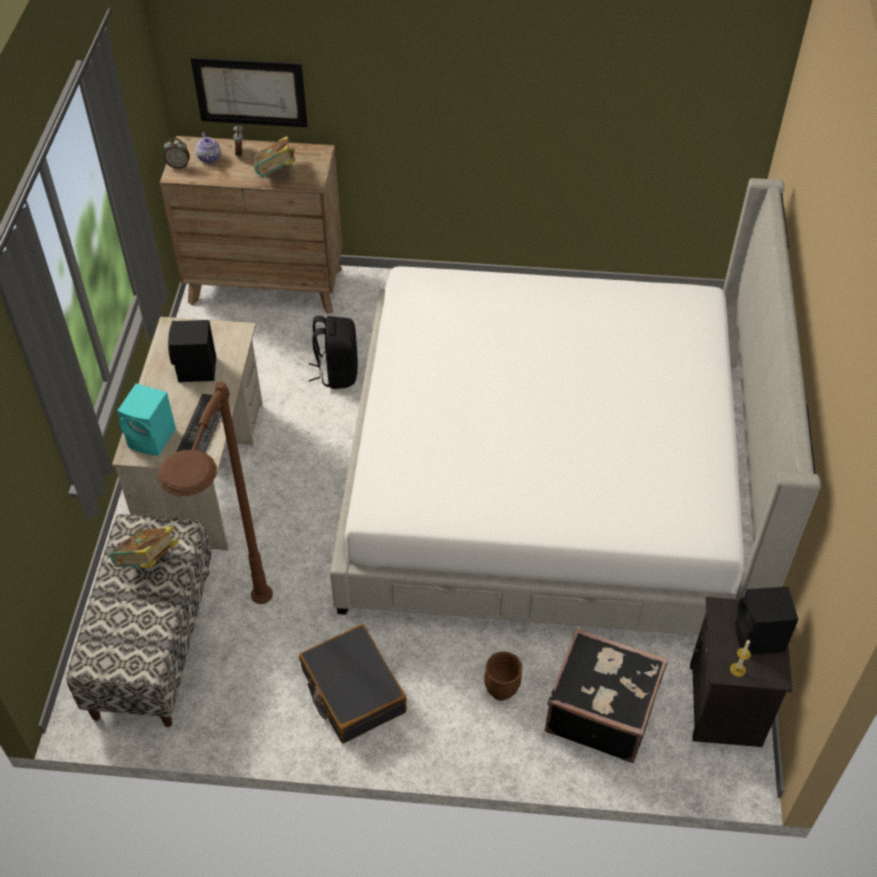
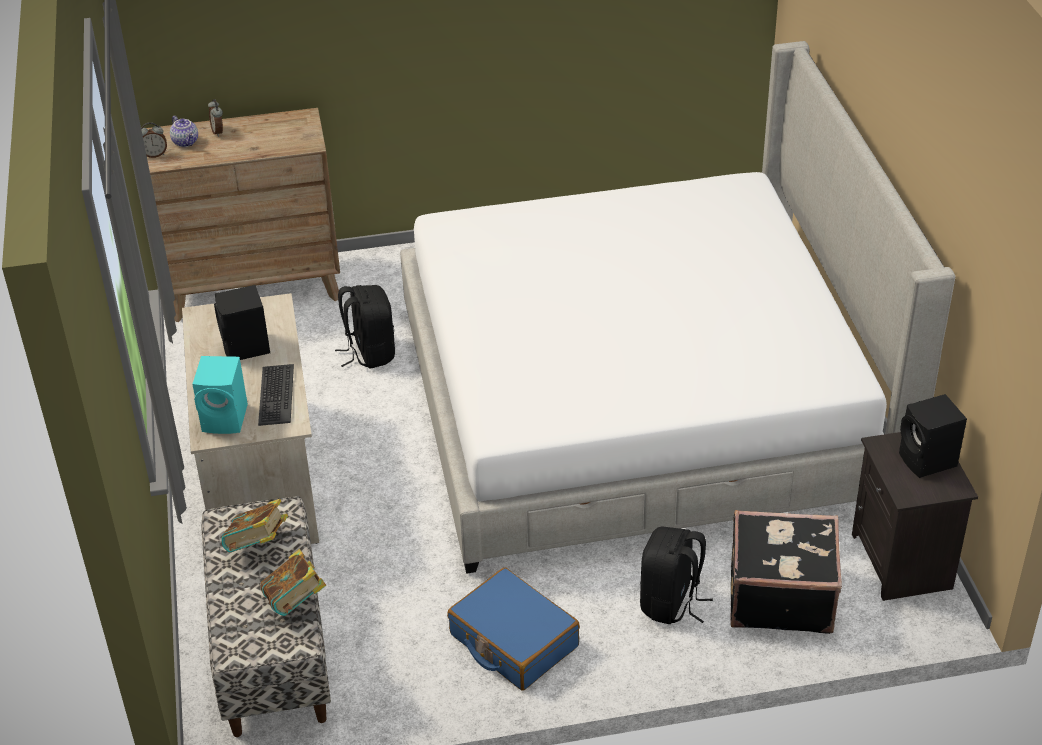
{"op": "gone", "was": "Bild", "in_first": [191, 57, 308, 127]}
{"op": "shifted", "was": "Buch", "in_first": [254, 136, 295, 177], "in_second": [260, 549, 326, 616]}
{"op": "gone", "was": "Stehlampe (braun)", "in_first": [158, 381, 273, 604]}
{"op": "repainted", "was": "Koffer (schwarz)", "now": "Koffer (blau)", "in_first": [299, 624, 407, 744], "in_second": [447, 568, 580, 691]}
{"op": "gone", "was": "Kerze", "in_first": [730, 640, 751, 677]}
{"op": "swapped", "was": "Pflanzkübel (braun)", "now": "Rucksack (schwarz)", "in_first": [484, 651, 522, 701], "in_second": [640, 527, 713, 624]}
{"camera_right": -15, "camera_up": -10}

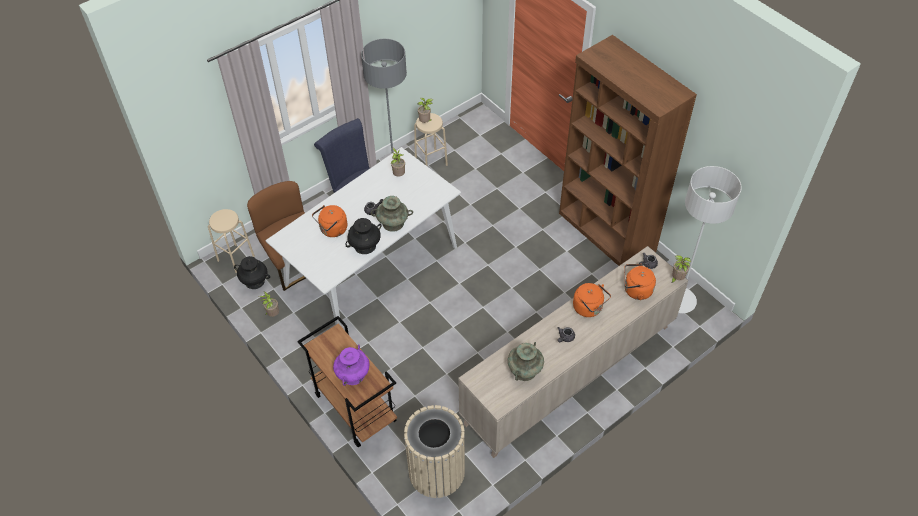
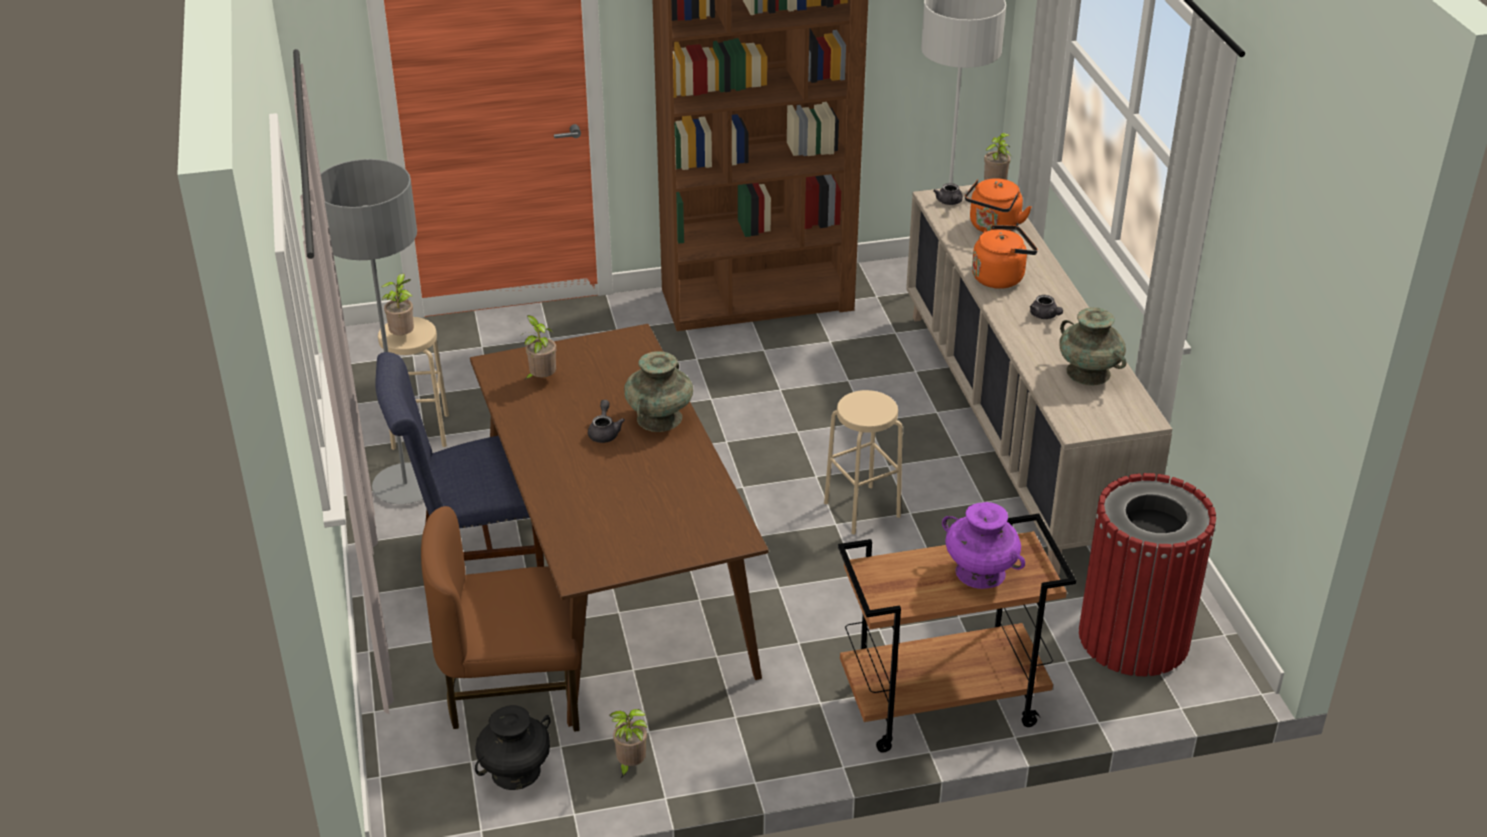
{"op": "repainted", "was": "Esstisch (weiß)", "now": "Esstisch (braun)", "in_first": [266, 147, 461, 326], "in_second": [470, 324, 769, 727]}
{"op": "gone", "was": "Wasserkessel (orange)", "in_first": [312, 205, 348, 237]}
{"op": "shifted", "was": "Hocker (beige)", "in_first": [208, 209, 255, 273], "in_second": [824, 390, 903, 535]}
{"op": "gone", "was": "Vase (schwarz)", "in_first": [345, 218, 382, 254]}
{"op": "repainted", "was": "Mülleimer (beige)", "now": "Mülleimer (rot)", "in_first": [404, 405, 465, 498], "in_second": [1079, 473, 1216, 676]}
{"camera_right": -65, "camera_up": -15}

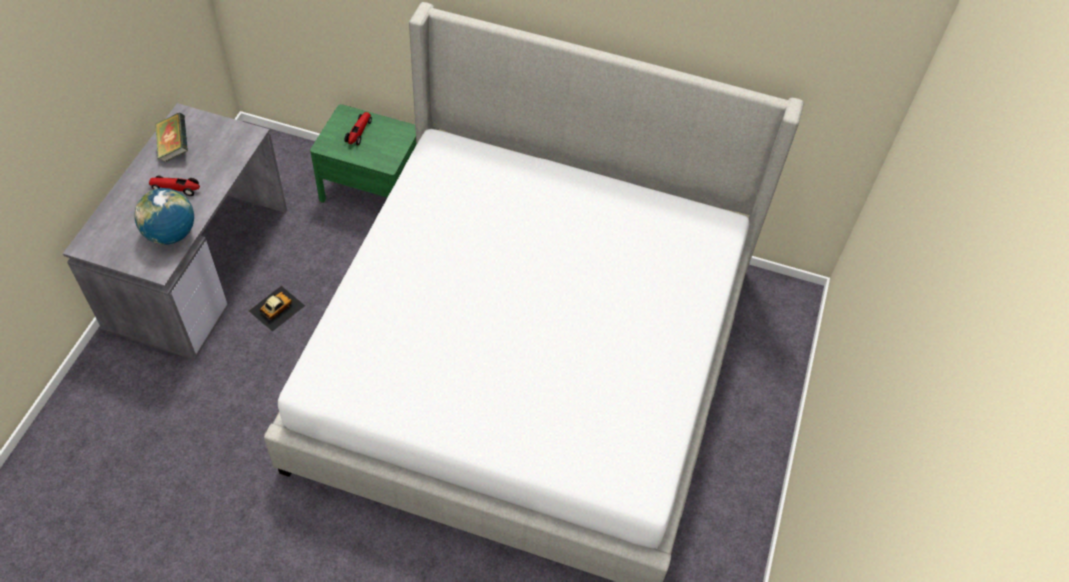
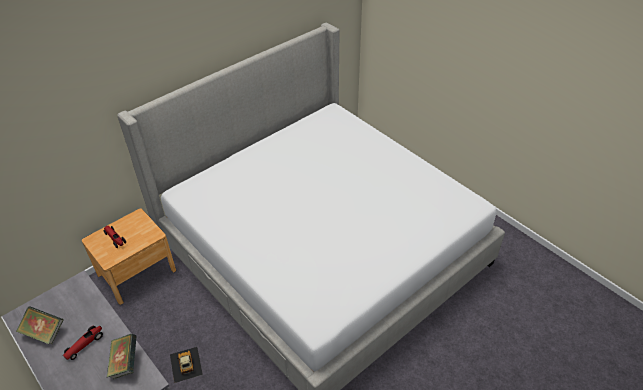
{"op": "repainted", "was": "Nachttisch (grün)", "now": "Nachttisch (braun)", "in_first": [310, 104, 416, 203], "in_second": [82, 208, 176, 305]}
{"op": "swapped", "was": "Globus", "now": "Buch", "in_first": [134, 188, 194, 245], "in_second": [107, 333, 137, 379]}
{"camera_right": -55, "camera_up": -10}

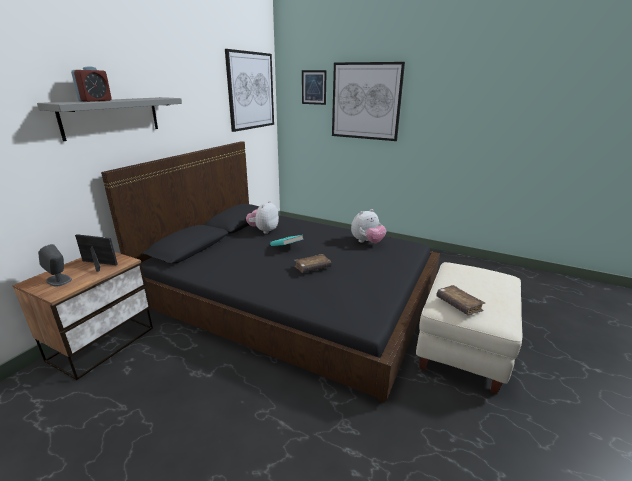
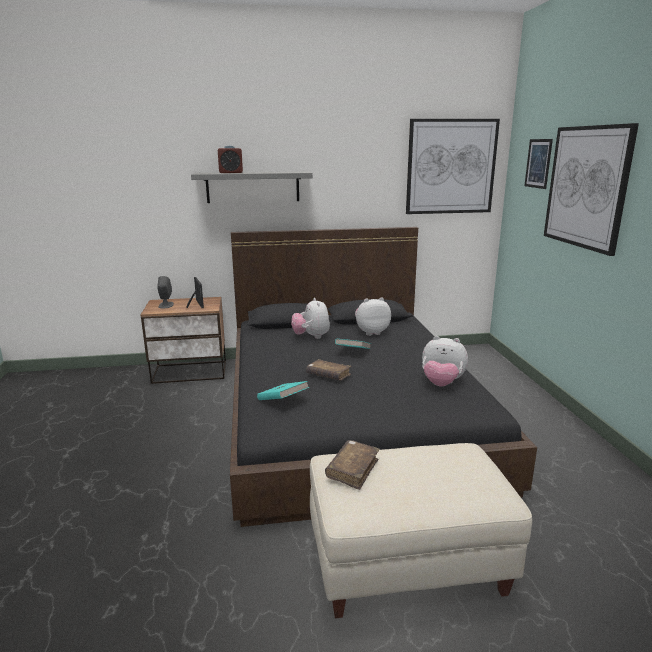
{"op": "new", "now": "Plüschtier", "in_second": [291, 298, 330, 339]}
{"op": "new", "now": "Buch (türkis)", "in_second": [257, 381, 309, 400]}
{"camera_right": 55, "camera_up": -5}

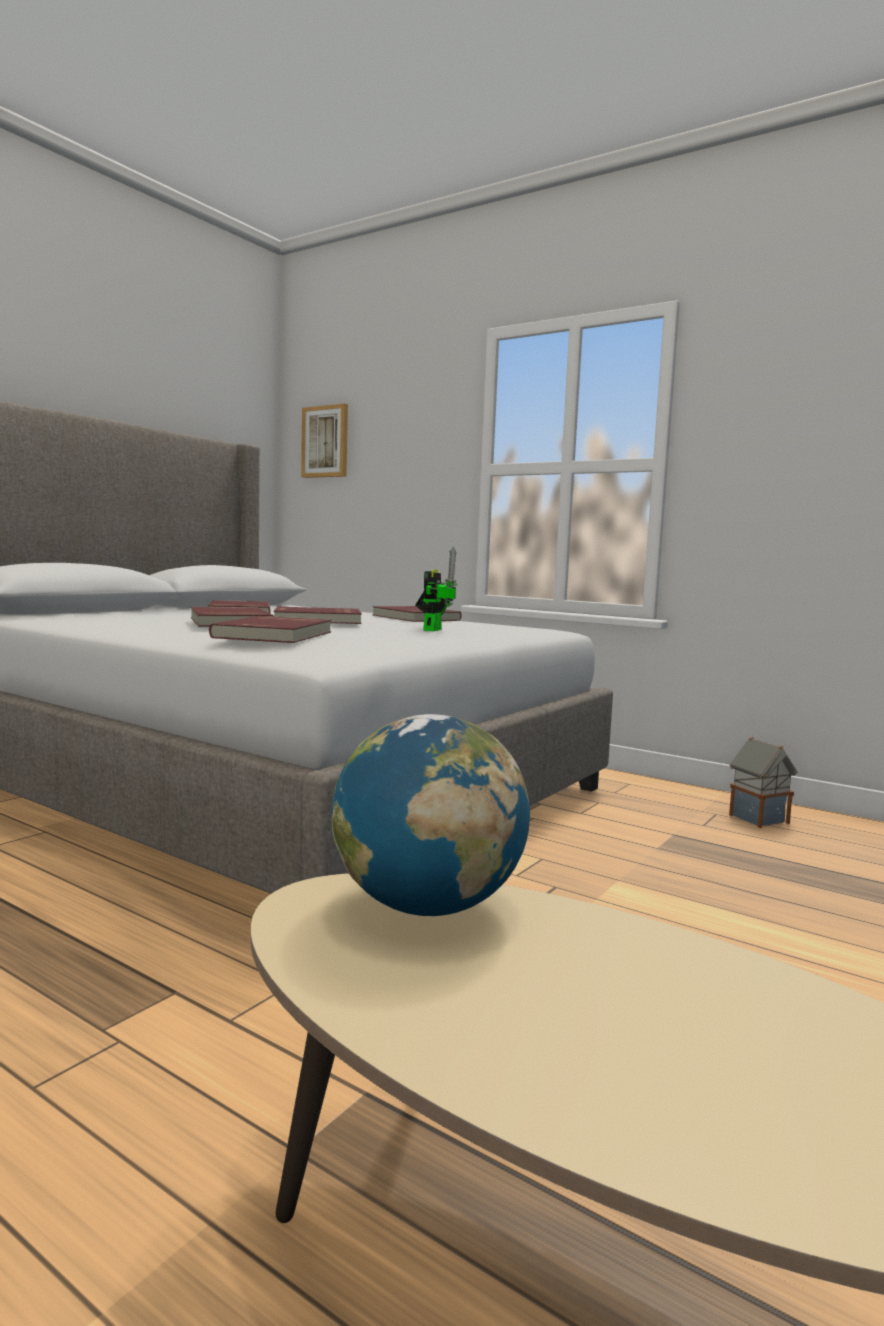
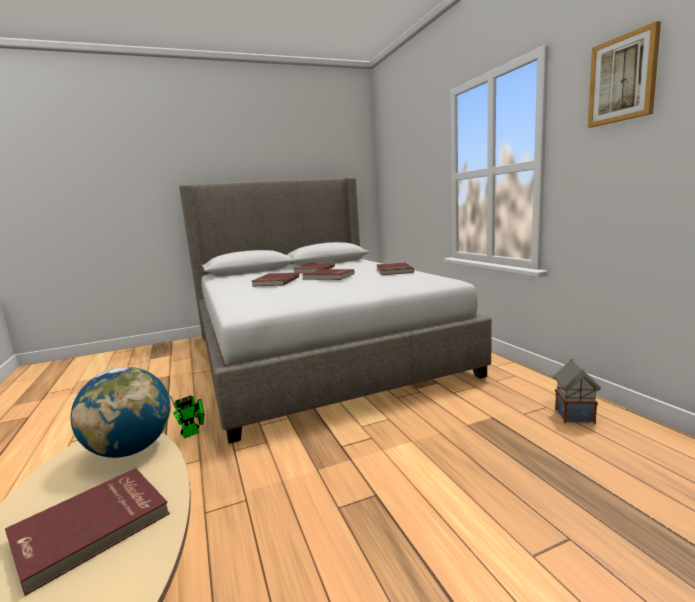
{"op": "shifted", "was": "Bild", "in_first": [301, 404, 348, 478], "in_second": [588, 21, 661, 127]}
{"op": "shifted", "was": "Spielzeugroboter", "in_first": [415, 547, 458, 631], "in_second": [170, 396, 204, 438]}
{"op": "shifted", "was": "Buch (rot)", "in_first": [209, 616, 331, 643], "in_second": [5, 468, 170, 596]}
{"camera_right": 35, "camera_up": 5}

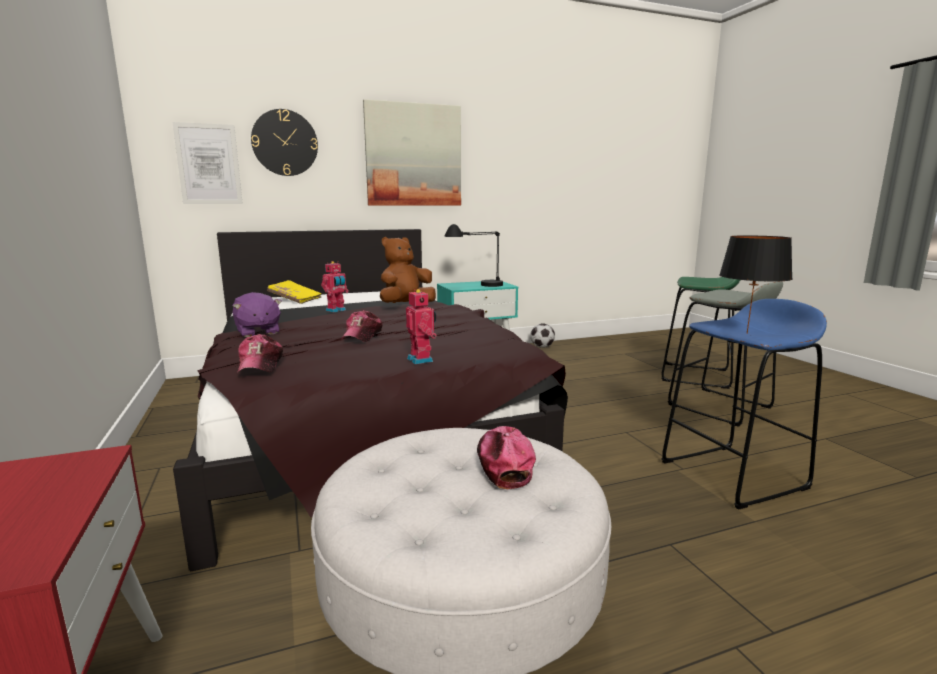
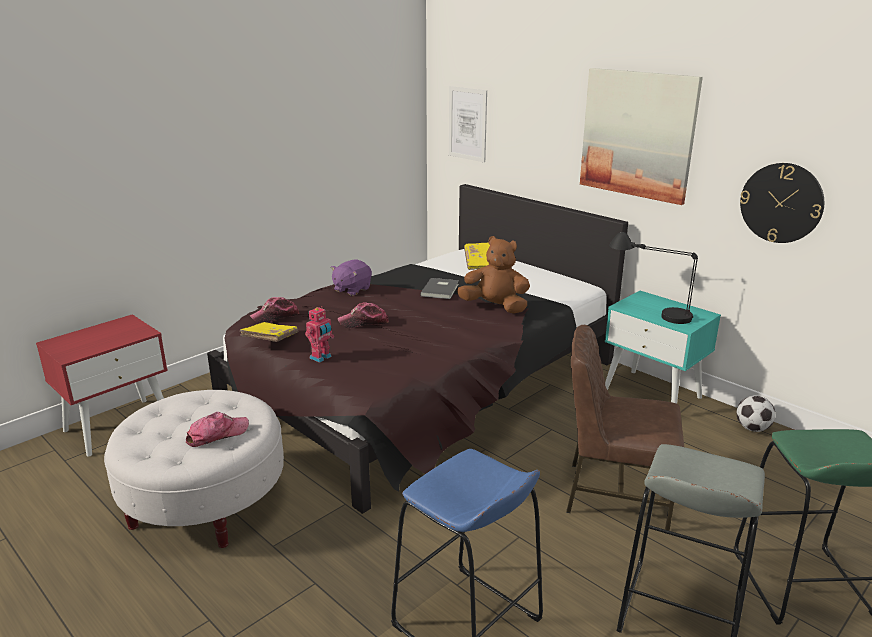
{"op": "shifted", "was": "Wanduhr", "in_first": [251, 109, 318, 176], "in_second": [740, 163, 824, 243]}
{"op": "gone", "was": "Tischlampe (schwarz)", "in_first": [719, 235, 793, 334]}
{"op": "swapped", "was": "Spielzeugroboter", "now": "Buch (grau)", "in_first": [321, 261, 349, 312], "in_second": [420, 278, 459, 299]}
{"op": "new", "now": "Buch (gelb)", "in_second": [240, 322, 298, 342]}
{"op": "new", "now": "Stuhl (braun)", "in_second": [566, 325, 684, 531]}
{"camera_right": 65, "camera_up": 10}

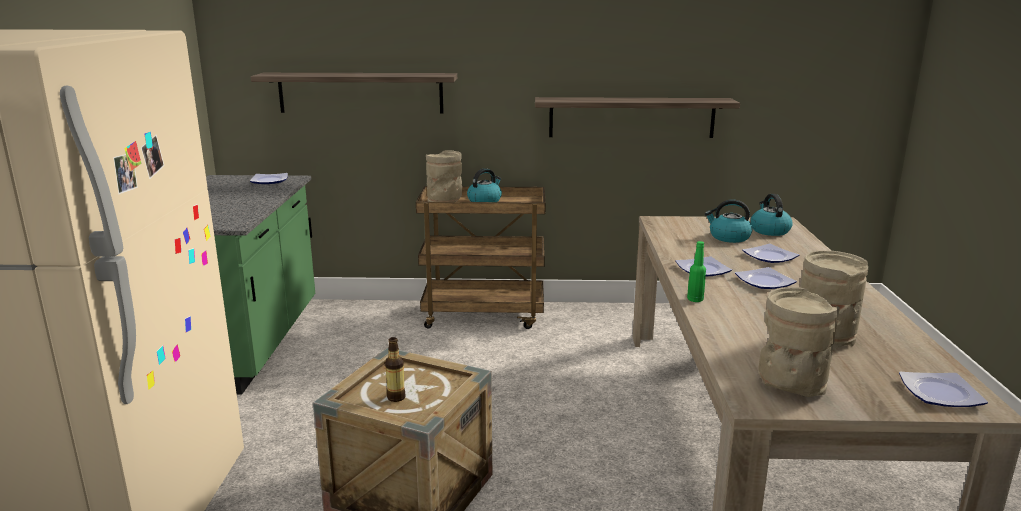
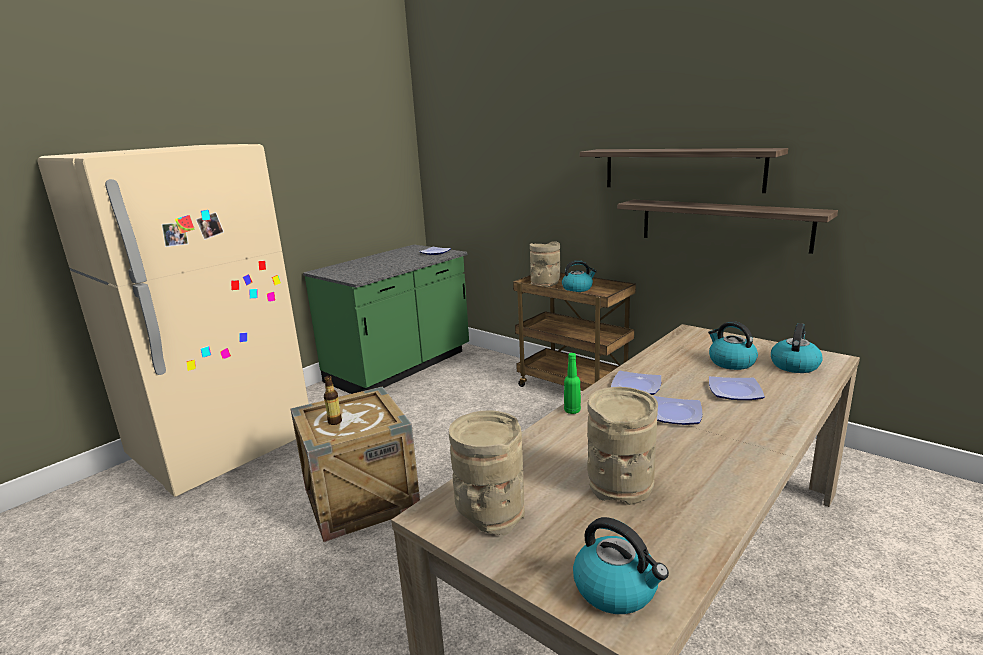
{"op": "shifted", "was": "Wandregal", "in_first": [251, 73, 457, 114], "in_second": [580, 148, 788, 193]}
{"op": "swapped", "was": "Teller", "now": "Wasserkessel", "in_first": [899, 372, 988, 407], "in_second": [573, 517, 669, 614]}
{"camera_right": 40, "camera_up": 0}

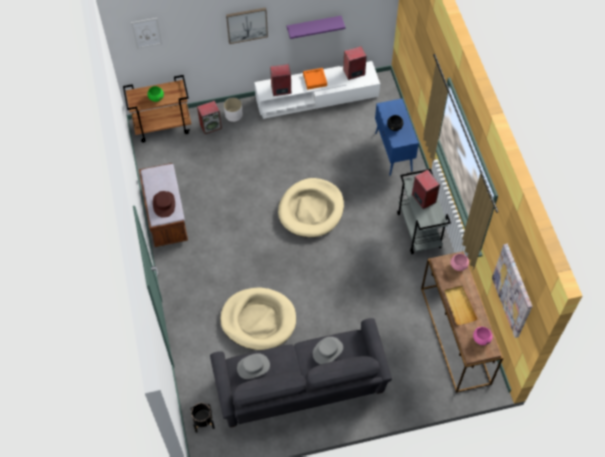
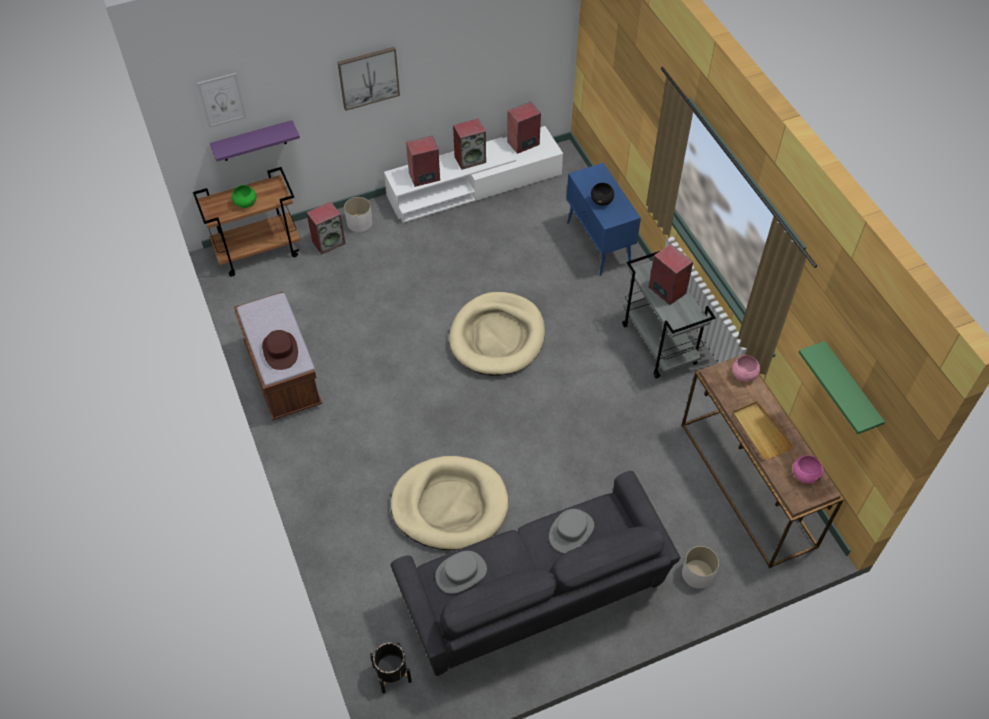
{"op": "shifted", "was": "Wandregal (lila)", "in_first": [287, 16, 345, 39], "in_second": [210, 120, 300, 161]}
{"op": "swapped", "was": "Tablett (orange)", "now": "Lautsprecher", "in_first": [303, 68, 327, 90], "in_second": [453, 118, 486, 170]}
{"op": "swapped", "was": "Bild", "now": "Wandregal (grün)", "in_first": [492, 244, 533, 338], "in_second": [798, 341, 885, 434]}
{"op": "new", "now": "Pflanzkübel (weiß)", "in_second": [682, 546, 719, 588]}
{"camera_right": -10, "camera_up": -5}

